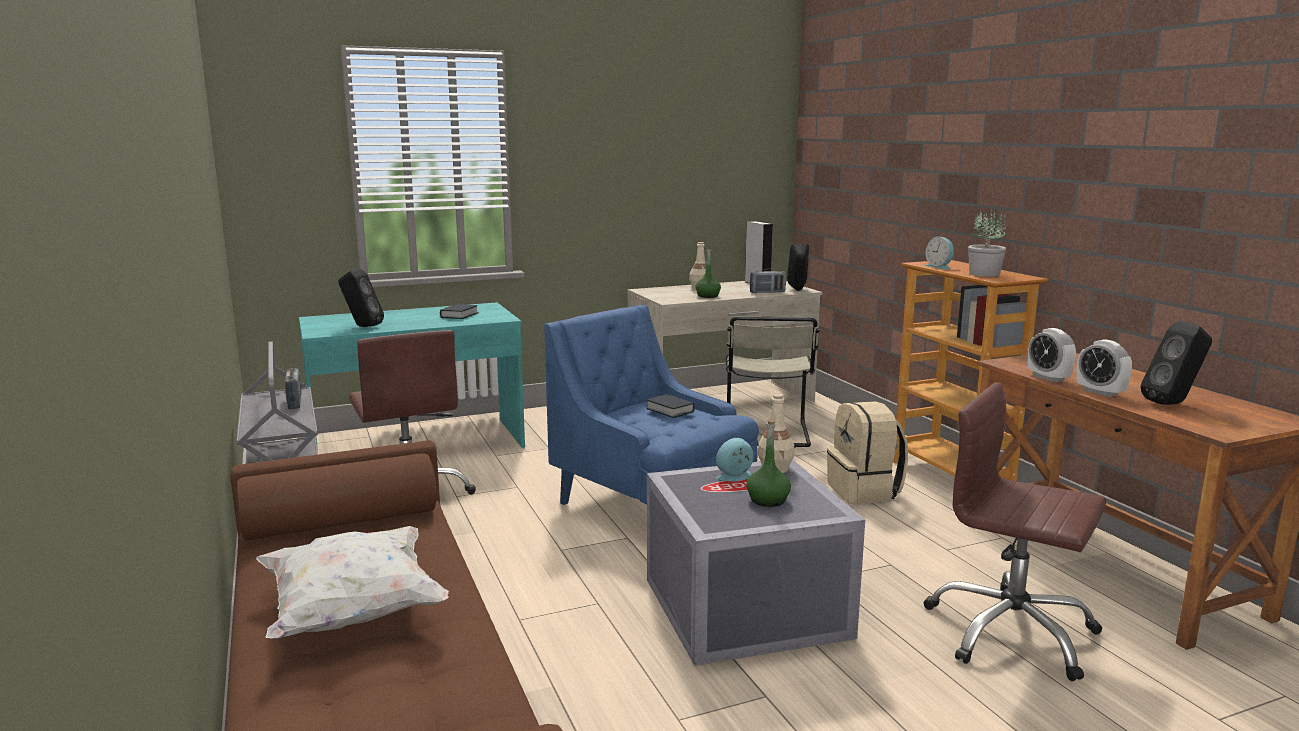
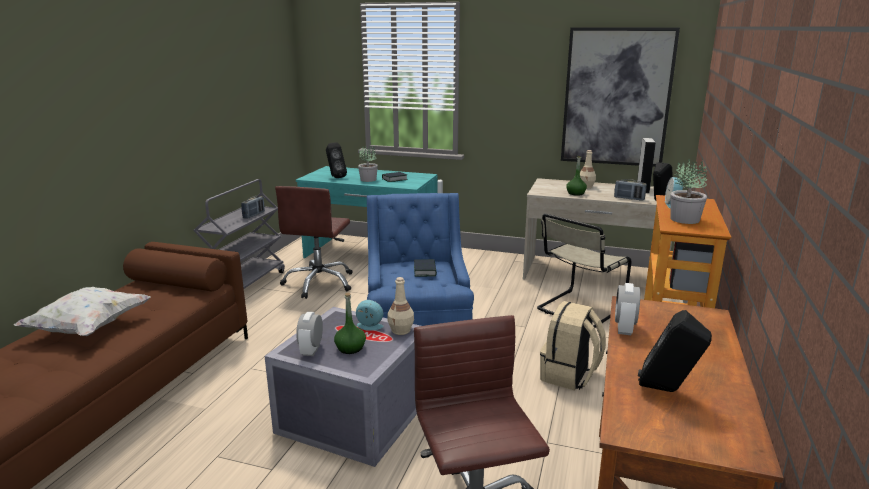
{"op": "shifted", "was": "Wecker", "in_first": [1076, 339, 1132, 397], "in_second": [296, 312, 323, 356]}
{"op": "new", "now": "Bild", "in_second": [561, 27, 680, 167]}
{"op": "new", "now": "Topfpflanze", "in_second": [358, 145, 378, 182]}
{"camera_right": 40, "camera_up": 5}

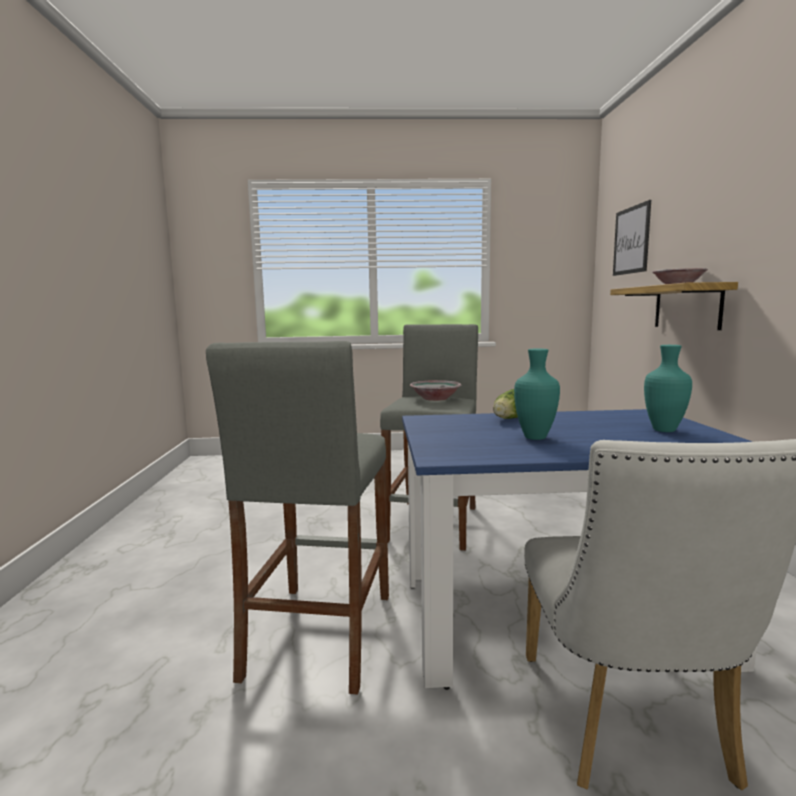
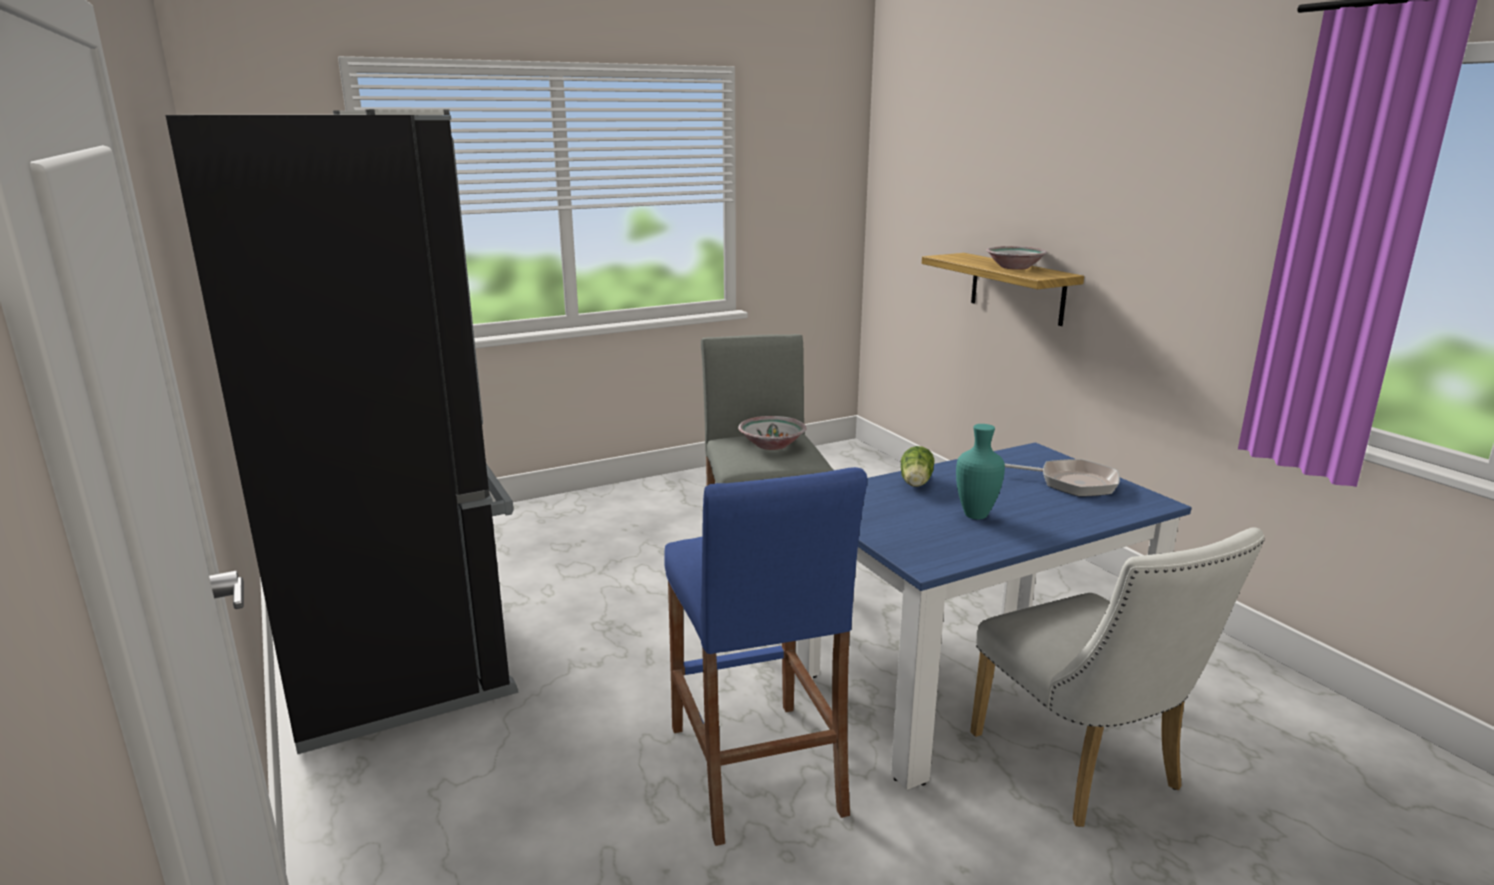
{"op": "gone", "was": "Bild", "in_first": [613, 200, 651, 276]}
{"op": "repainted", "was": "Hocker (grau)", "now": "Hocker (blau)", "in_first": [206, 341, 389, 695], "in_second": [664, 467, 867, 846]}
{"op": "swapped", "was": "Vase (türkis)", "now": "Pfanne", "in_first": [644, 345, 692, 432], "in_second": [1004, 459, 1120, 496]}
{"op": "new", "now": "Kühlschrank (schwarz)", "in_second": [166, 109, 518, 754]}
{"camera_right": -25, "camera_up": 10}

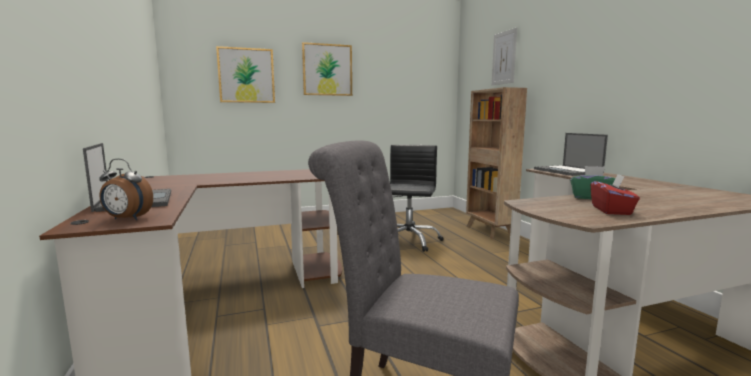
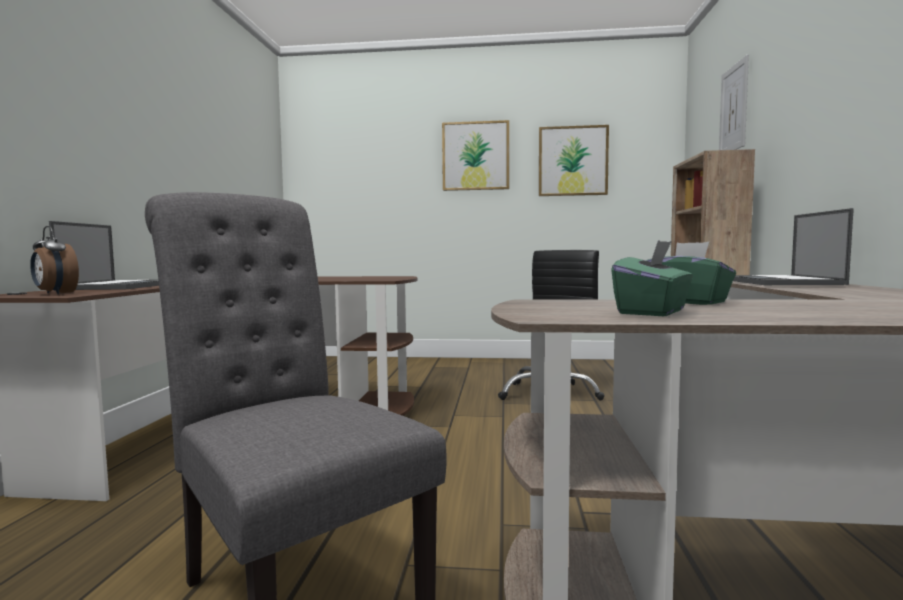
{"op": "shifted", "was": "Bild", "in_first": [216, 46, 275, 103], "in_second": [539, 125, 609, 196]}
{"op": "repainted", "was": "Taschentuchbox (rot)", "now": "Taschentuchbox (grün)", "in_first": [591, 174, 640, 215], "in_second": [611, 240, 693, 316]}
{"camera_right": 25, "camera_up": -5}

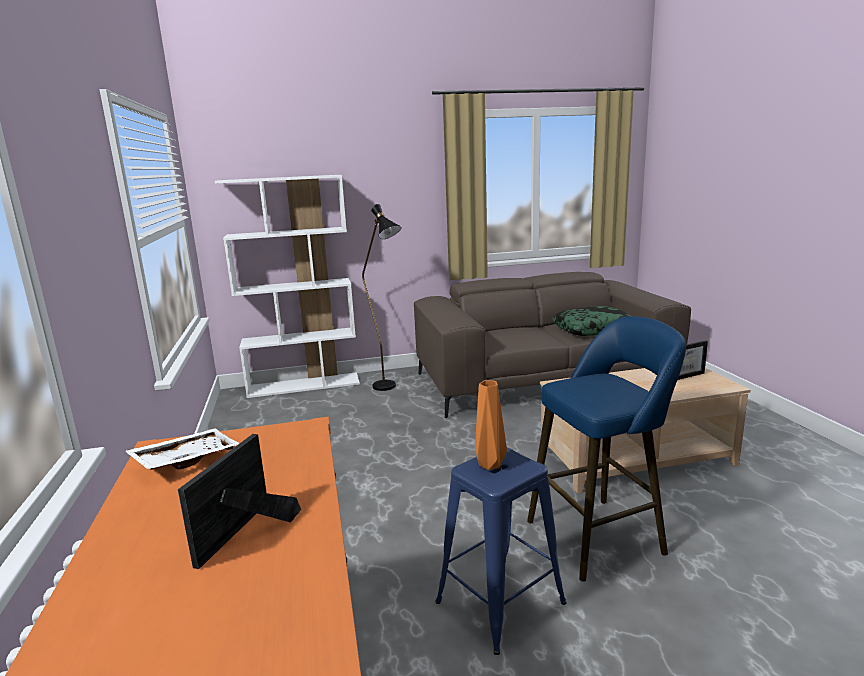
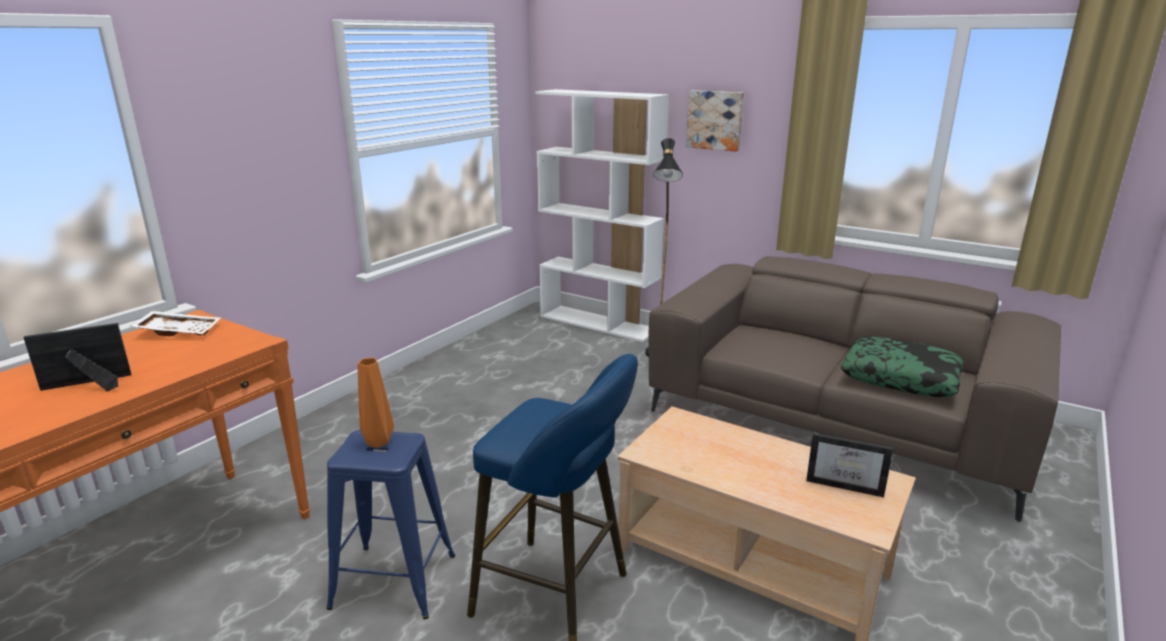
{"op": "new", "now": "Bild", "in_second": [686, 90, 744, 152]}
{"camera_right": 45, "camera_up": 5}

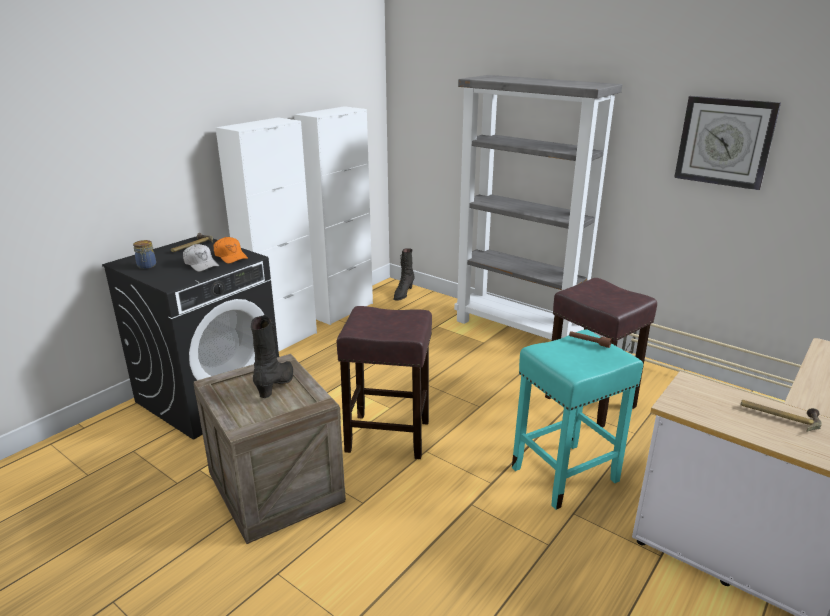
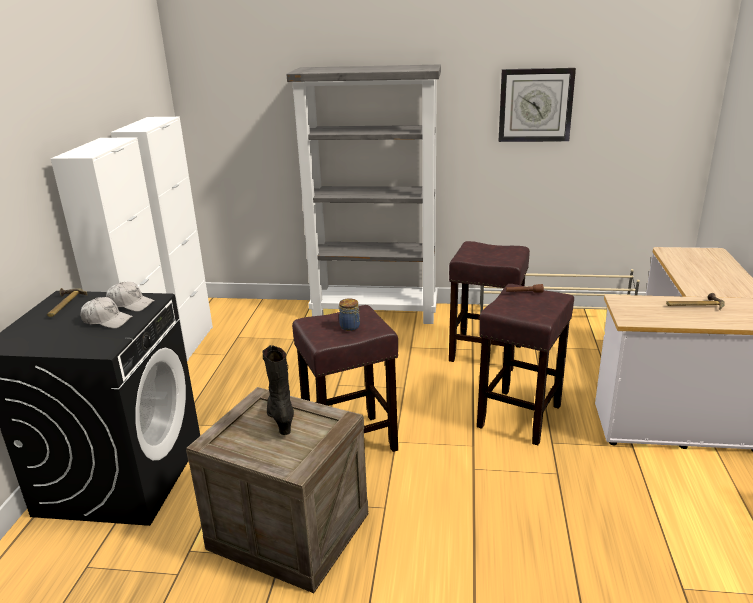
{"op": "repainted", "was": "Kappe (orange)", "now": "Kappe (weiß)", "in_first": [214, 237, 248, 264], "in_second": [106, 282, 155, 312]}
{"op": "shifted", "was": "Vorratsglas", "in_first": [133, 240, 156, 269], "in_second": [339, 298, 360, 331]}
{"op": "gone", "was": "Stiefel (schwarz)", "in_first": [394, 248, 415, 301]}
{"op": "repainted", "was": "Hocker (türkis)", "now": "Hocker (braun)", "in_first": [512, 329, 643, 510], "in_second": [477, 284, 574, 445]}
{"camera_right": -30, "camera_up": 0}

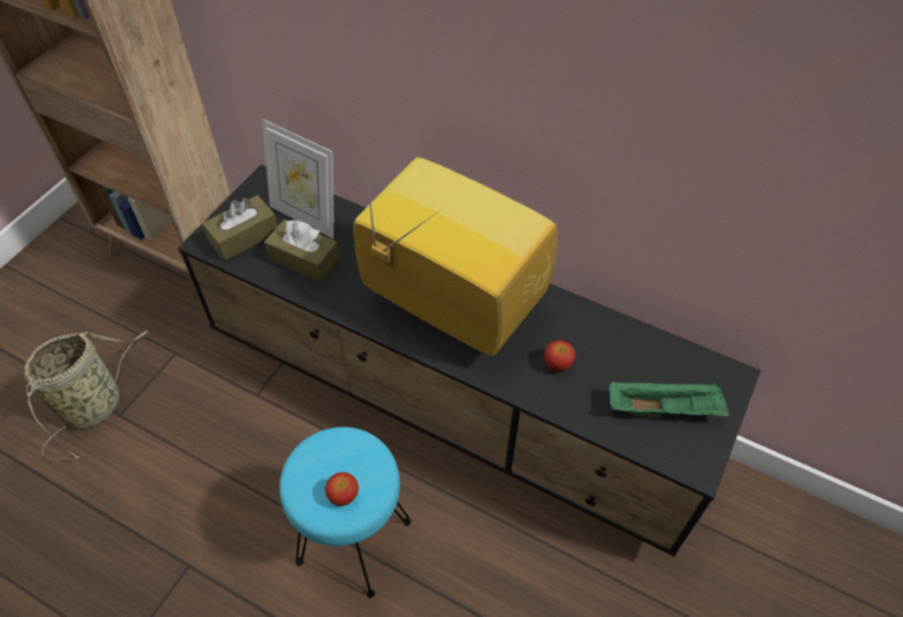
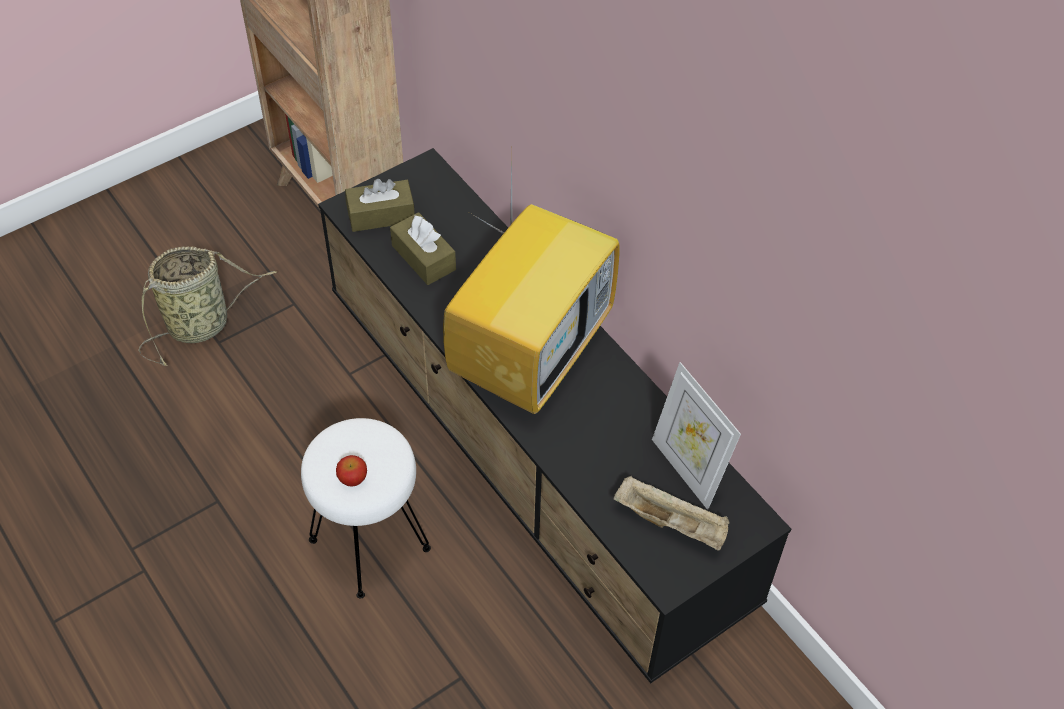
{"op": "shifted", "was": "Bilderrahmen", "in_first": [262, 119, 334, 239], "in_second": [652, 362, 741, 510]}
{"op": "rotated", "was": "Fernseher", "in_first": [353, 157, 557, 356], "in_second": [443, 153, 619, 414], "clockwise": 60}
{"op": "gone", "was": "Apfel", "in_first": [544, 340, 575, 371]}
{"op": "repainted", "was": "Tablett (grün)", "now": "Tablett (beige)", "in_first": [609, 381, 730, 417], "in_second": [614, 476, 730, 551]}
{"op": "repainted", "was": "Hocker (türkis)", "now": "Hocker (weiß)", "in_first": [279, 427, 411, 598], "in_second": [301, 418, 431, 599]}
{"camera_right": 25, "camera_up": 0}

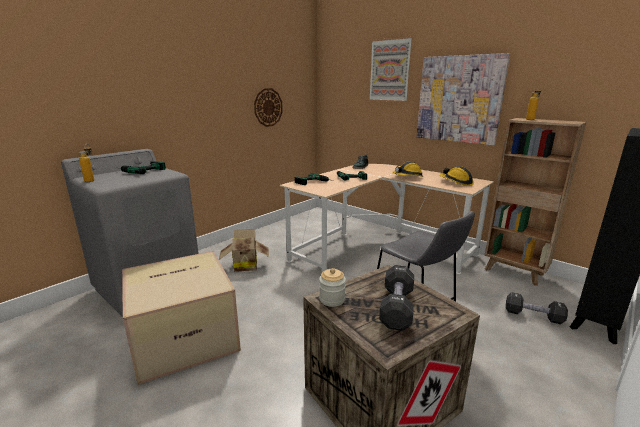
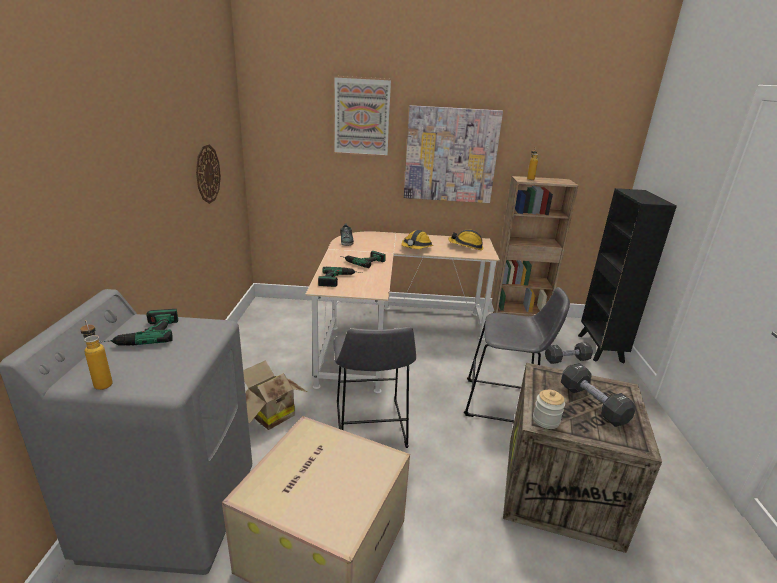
{"op": "new", "now": "Hocker (grau)", "in_second": [334, 327, 416, 448]}
{"camera_right": -40, "camera_up": 5}

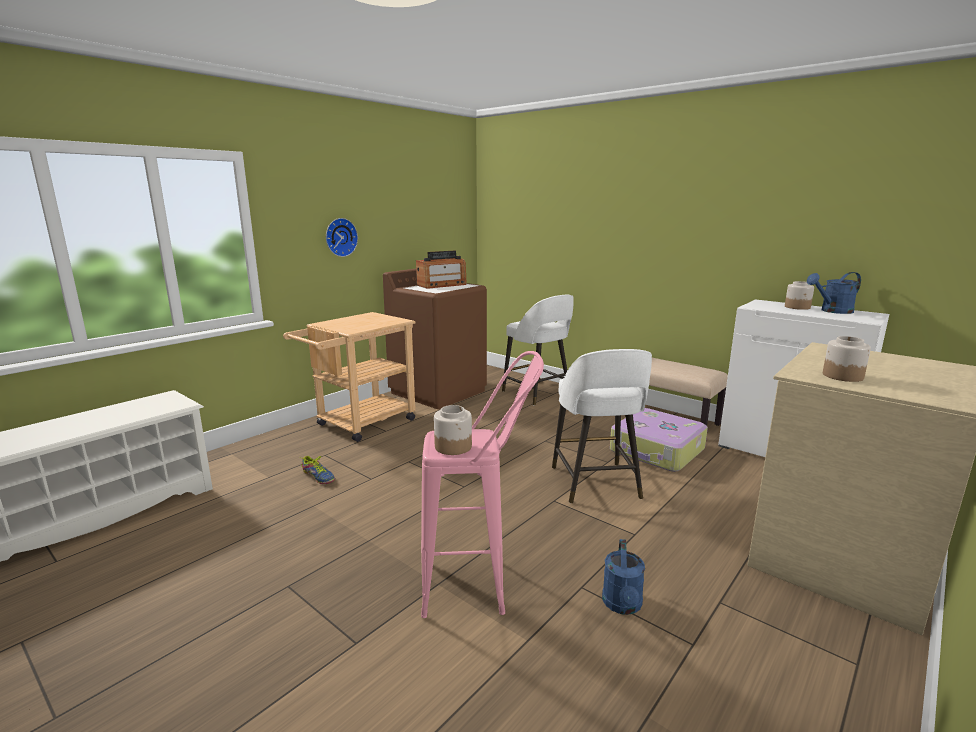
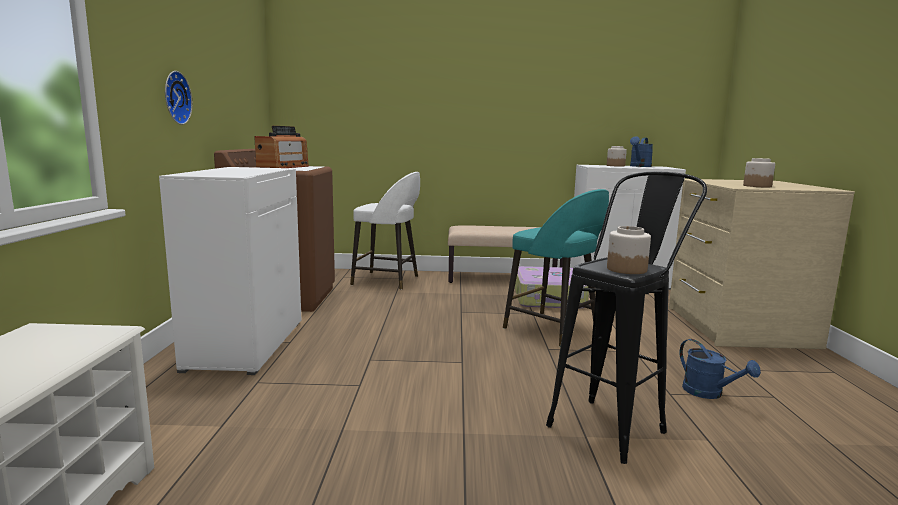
{"op": "swapped", "was": "Rollwagen (beige)", "now": "Schrank (weiß)", "in_first": [283, 312, 416, 442], "in_second": [159, 167, 301, 375]}
{"op": "repainted", "was": "Hocker (weiß)", "now": "Hocker (türkis)", "in_first": [552, 349, 652, 504], "in_second": [503, 189, 609, 347]}
{"op": "repainted", "was": "Hocker (rosa)", "now": "Hocker (schwarz)", "in_first": [421, 351, 544, 618], "in_second": [546, 171, 707, 464]}
{"op": "gone", "was": "Schuh", "in_first": [300, 456, 335, 484]}
{"camera_right": -40, "camera_up": -5}

